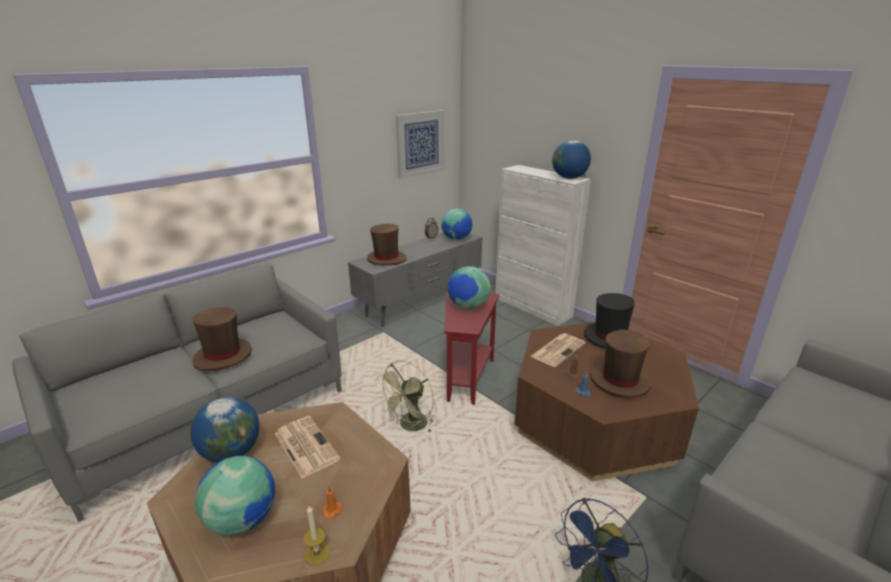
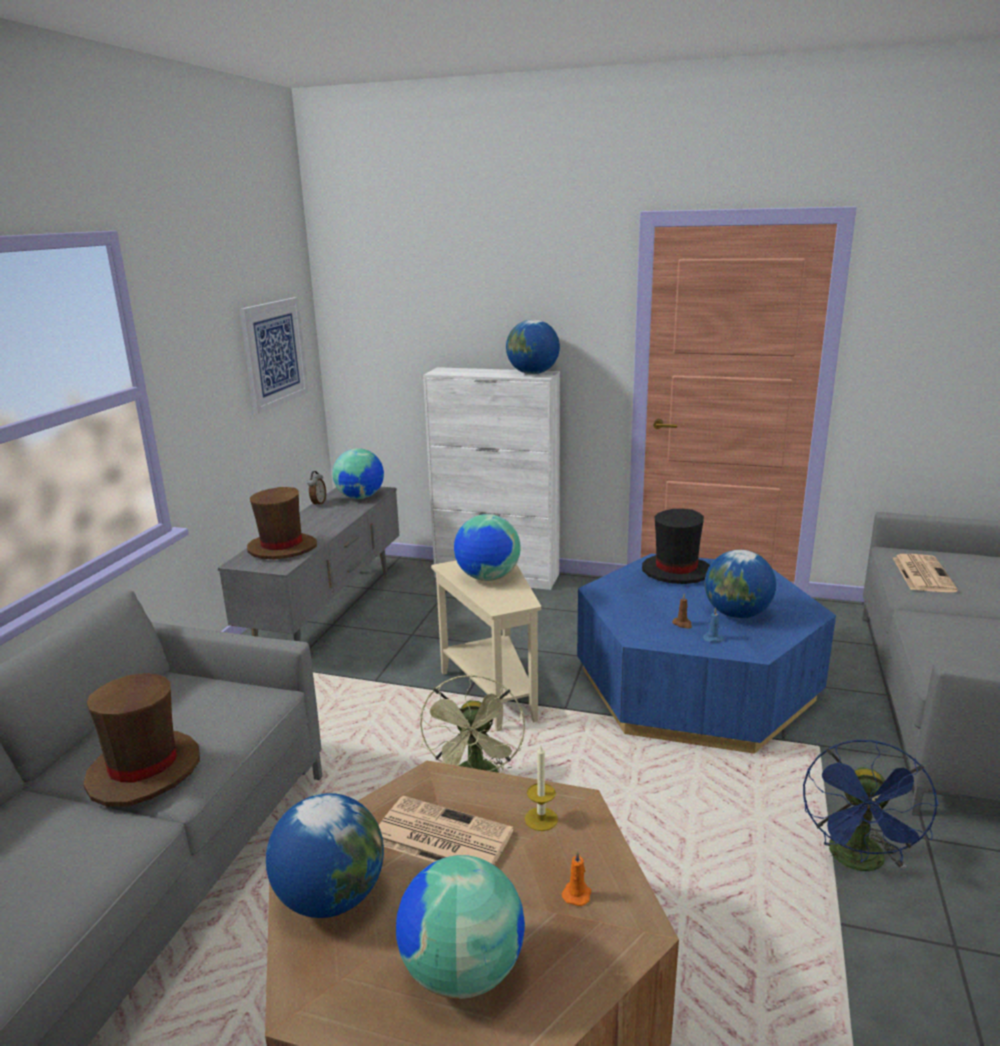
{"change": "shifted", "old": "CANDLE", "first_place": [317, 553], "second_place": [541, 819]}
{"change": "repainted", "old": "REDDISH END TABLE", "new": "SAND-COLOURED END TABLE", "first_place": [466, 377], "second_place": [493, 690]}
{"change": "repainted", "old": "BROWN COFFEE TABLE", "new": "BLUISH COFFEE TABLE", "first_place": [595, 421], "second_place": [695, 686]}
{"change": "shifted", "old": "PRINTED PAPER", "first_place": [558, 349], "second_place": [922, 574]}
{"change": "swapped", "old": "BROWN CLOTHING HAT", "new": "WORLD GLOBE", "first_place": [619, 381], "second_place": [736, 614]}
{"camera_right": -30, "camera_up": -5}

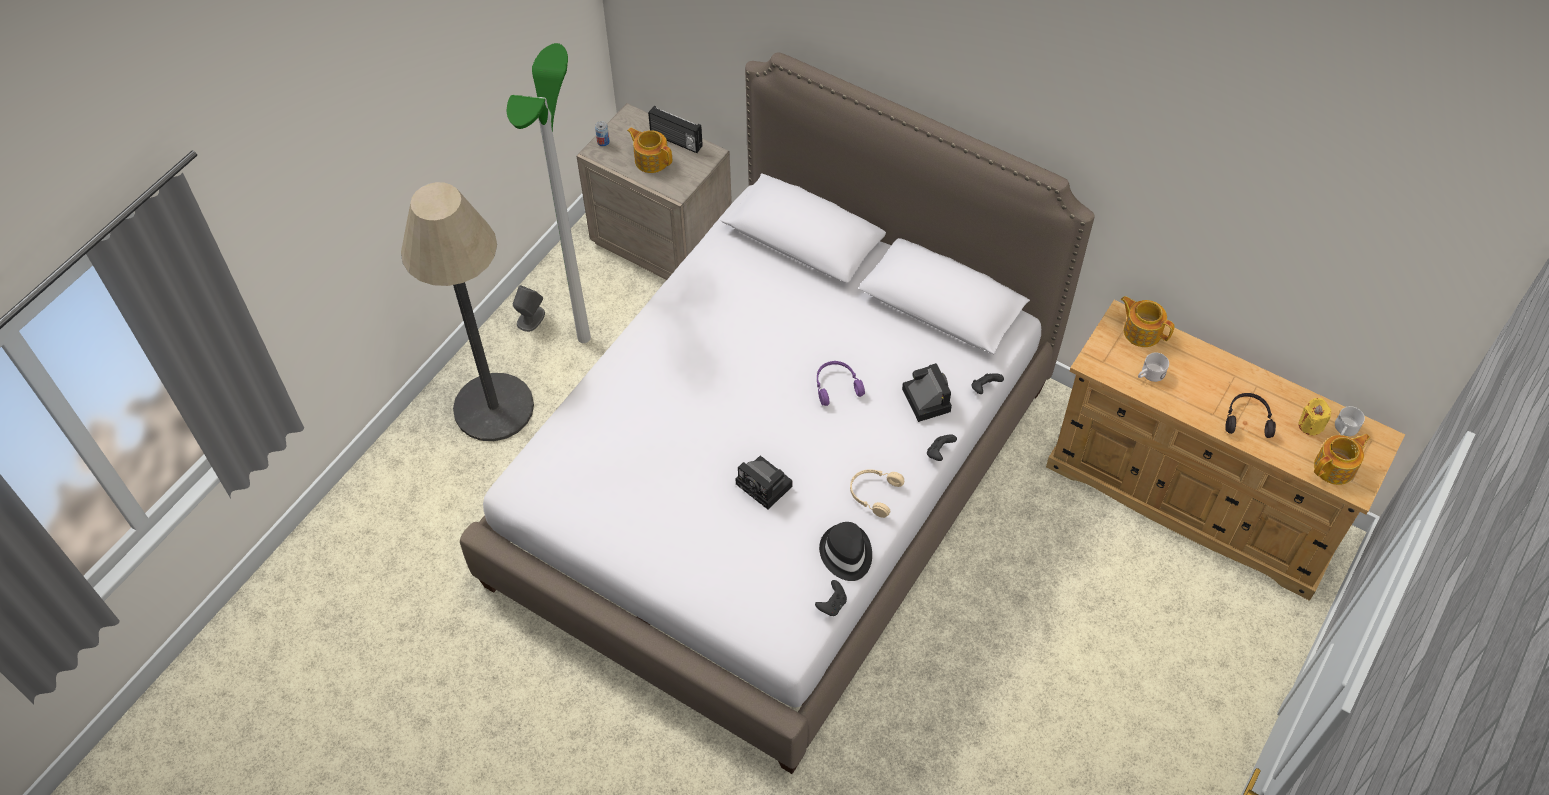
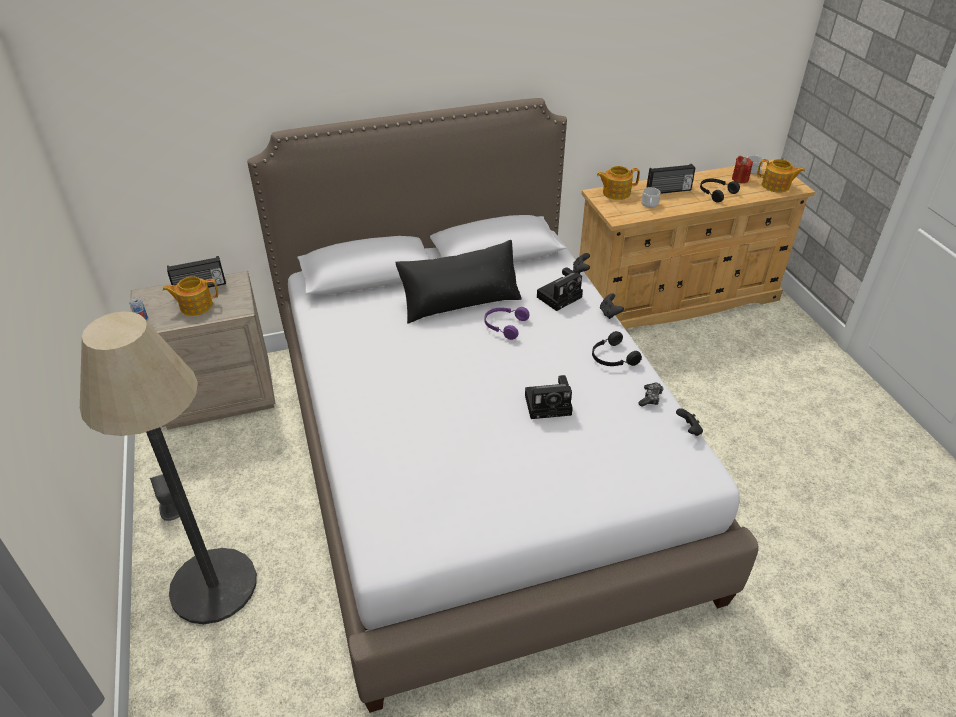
{"change": "gone", "old": "FLOOR LAMP", "first_place": [584, 338]}
{"change": "swapped", "old": "BLACKISH CLOTHING HAT", "new": "JOYPAD", "first_place": [846, 554], "second_place": [650, 398]}
{"change": "repainted", "old": "SAND-COLOURED HEADSET", "new": "BLACKISH HEADSET", "first_place": [873, 493], "second_place": [612, 358]}
{"change": "rotated", "old": "PHOTO CAMERA", "first_place": [924, 398], "second_place": [560, 296], "degrees": 120}
{"change": "repainted", "old": "YELLOWISH CANDLE", "new": "REDDISH CANDLE", "first_place": [1310, 425], "second_place": [740, 179]}
{"change": "rotated", "old": "TEAPOT", "first_place": [1335, 467], "second_place": [776, 186], "degrees": 105}
{"change": "new", "new": "BLACKISH THROW PILLOW", "second_place": [460, 302]}
{"change": "new", "new": "RADIO SET", "second_place": [668, 191]}
{"camera_right": -50, "camera_up": -15}

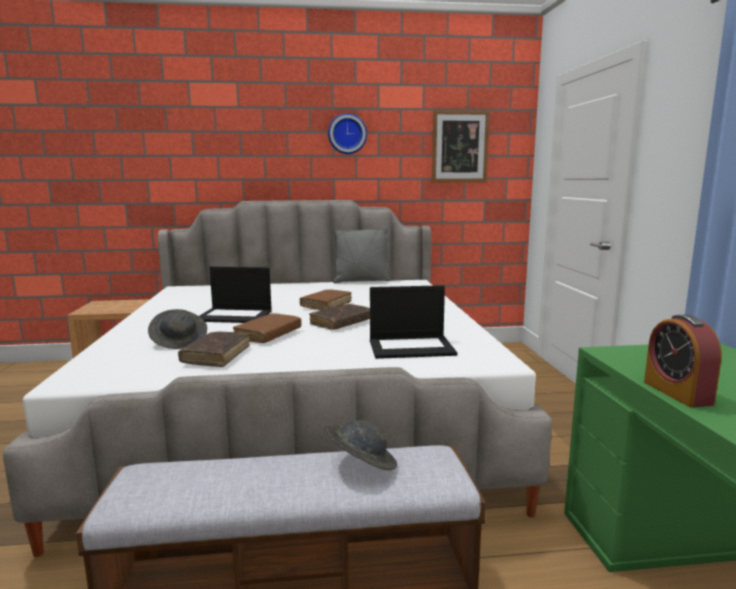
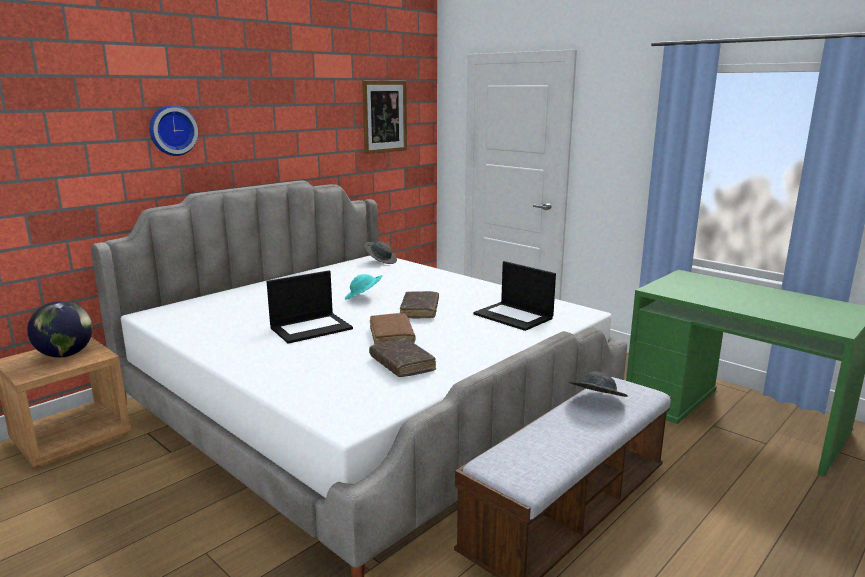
{"change": "shifted", "old": "GREYISH CLOTHING HAT", "first_place": [179, 341], "second_place": [380, 261]}
{"change": "swapped", "old": "BROWN BOOK", "new": "BLUE-GREEN CLOTHING HAT", "first_place": [326, 305], "second_place": [364, 297]}
{"change": "shifted", "old": "WALL CLOCK", "first_place": [347, 134], "second_place": [172, 130]}
{"change": "gone", "old": "GREYISH THROW PILLOW", "first_place": [361, 281]}
{"change": "rotated", "old": "PORTABLE COMPUTER", "first_place": [412, 347], "second_place": [514, 316], "degrees": 90}
{"change": "gone", "old": "BEDSIDE CLOCK", "first_place": [677, 393]}
{"change": "new", "new": "WORLD GLOBE", "second_place": [66, 354]}
{"camera_right": -40, "camera_up": 5}

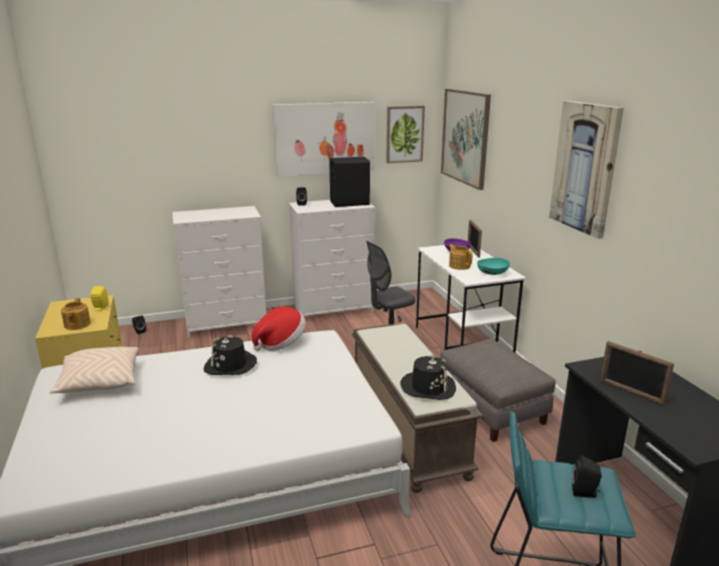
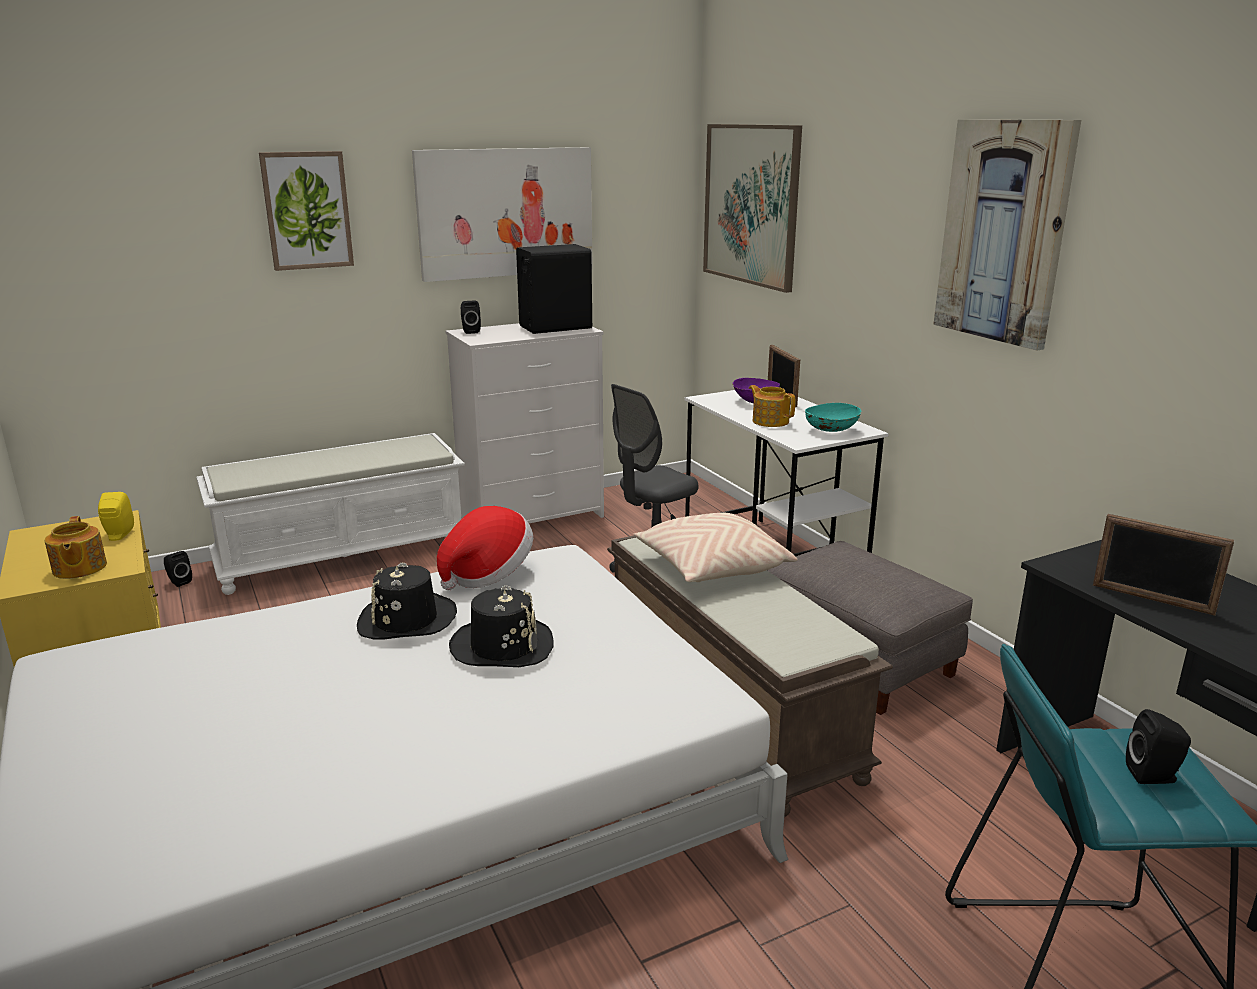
{"change": "shifted", "old": "SAND-COLOURED THROW PILLOW", "first_place": [100, 382], "second_place": [711, 568]}
{"change": "swapped", "old": "WHITISH CHEST OF DRAWERS", "new": "WHITISH LONG SEAT", "first_place": [226, 322], "second_place": [344, 554]}
{"change": "shifted", "old": "WALL ART", "first_place": [404, 134], "second_place": [307, 210]}
{"change": "shifted", "old": "BLACKISH CLOTHING HAT", "first_place": [428, 387], "second_place": [502, 646]}
{"camera_right": -10, "camera_up": 0}

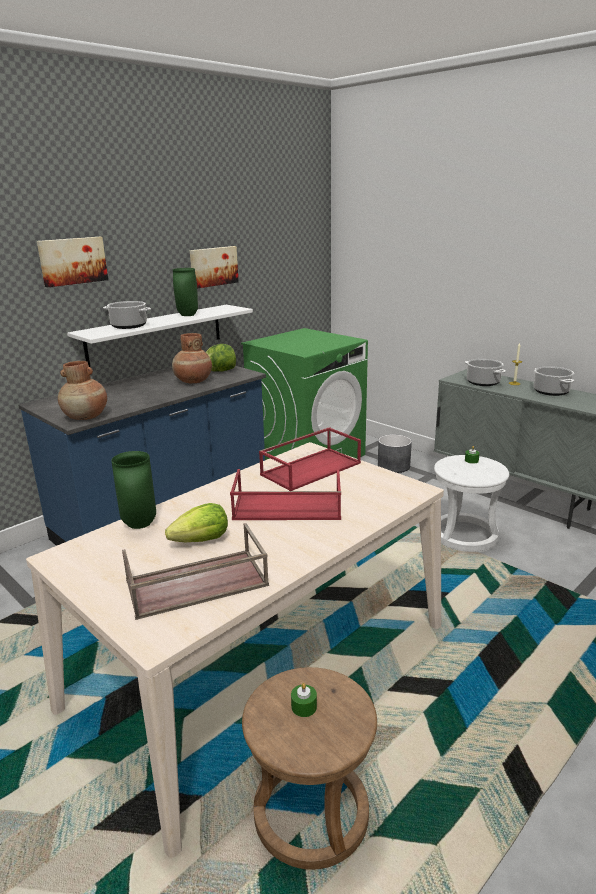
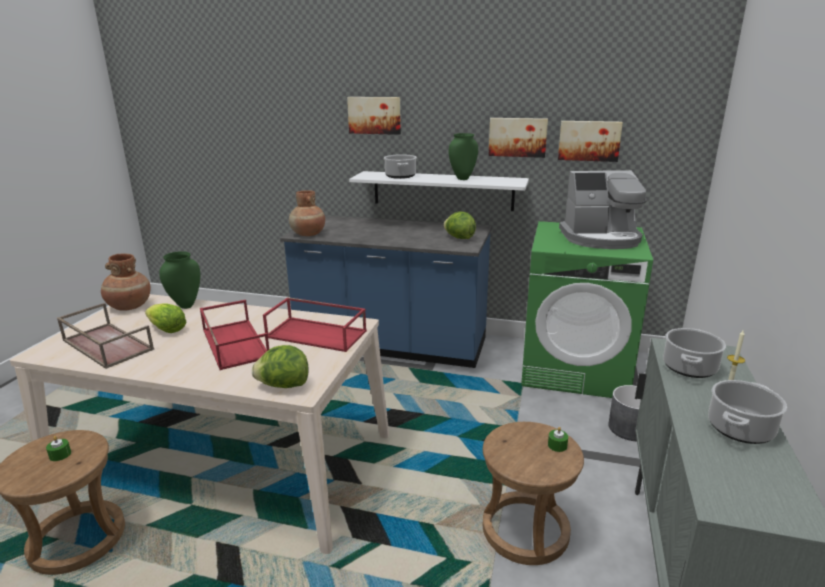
{"change": "shifted", "old": "BROWN FLOWER VASE", "first_place": [193, 381], "second_place": [129, 306]}
{"change": "repainted", "old": "WHITISH STOOL SEAT", "new": "BROWN STOOL SEAT", "first_place": [464, 535], "second_place": [525, 530]}
{"change": "new", "new": "LETTUCE", "second_place": [283, 385]}
{"change": "new", "new": "WALL ART", "second_place": [589, 140]}
{"change": "new", "new": "COFFEE BREWER", "second_place": [601, 238]}
{"camera_right": 60, "camera_up": 0}

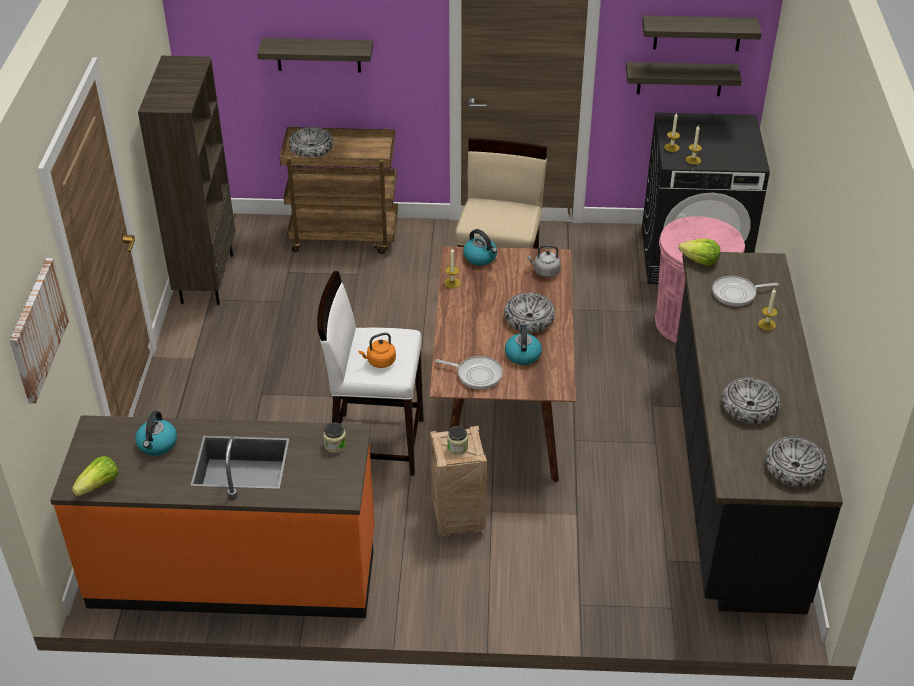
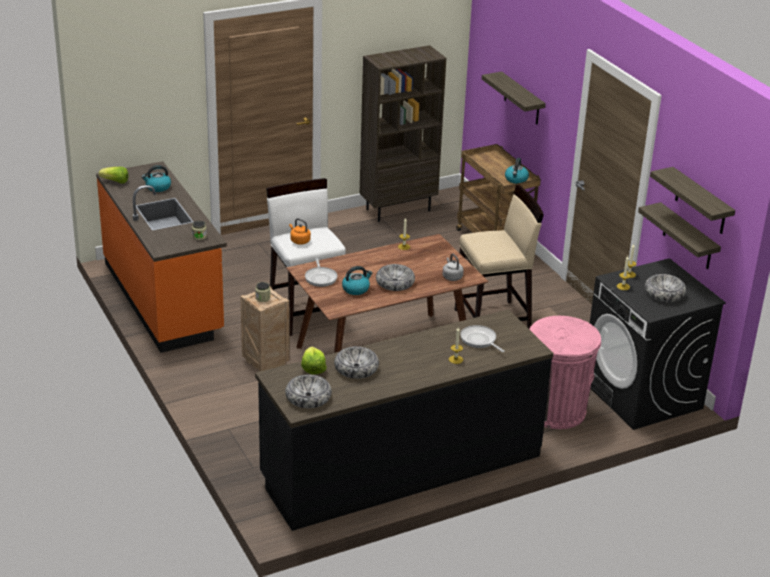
{"change": "gone", "old": "WALL ART", "first_place": [37, 329]}
{"change": "shifted", "old": "SERVING BOWL", "first_place": [311, 148], "second_place": [664, 293]}
{"change": "shifted", "old": "TEA KETTLE", "first_place": [480, 257], "second_place": [516, 179]}
{"change": "shifted", "old": "LETTUCE", "first_place": [700, 261], "second_place": [313, 368]}
{"camera_right": 60, "camera_up": -10}

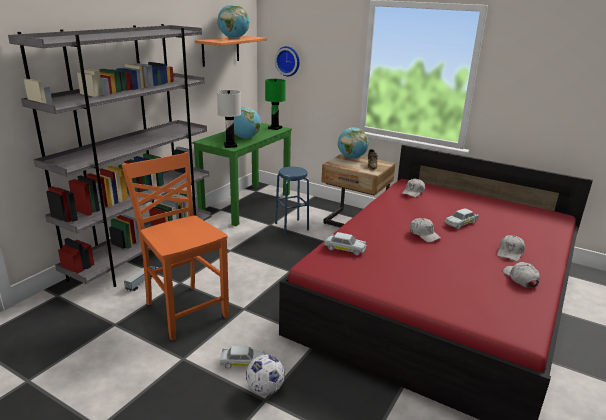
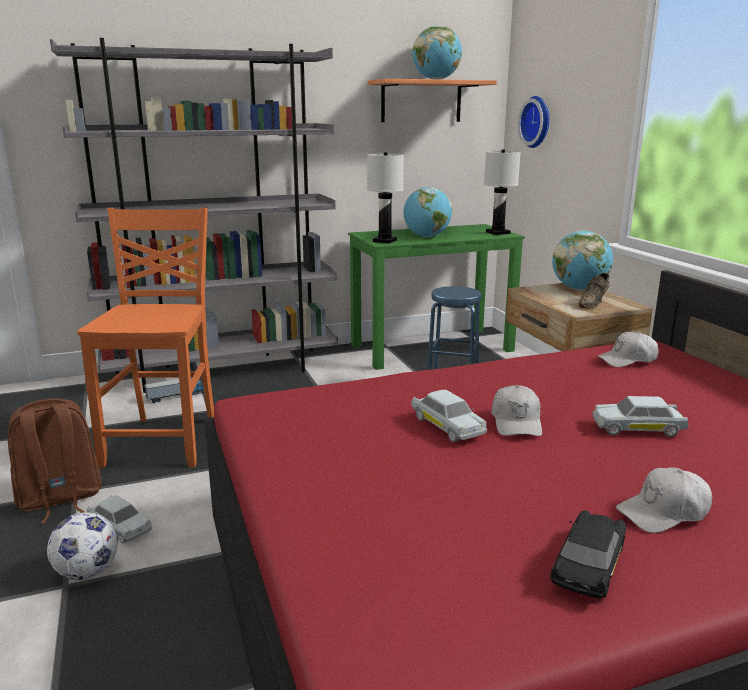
{"change": "repainted", "old": "GREENISH TABLE LAMP", "new": "WHITISH TABLE LAMP", "first_place": [275, 128], "second_place": [498, 233]}
{"change": "shifted", "old": "WHITISH MODEL CAR", "first_place": [344, 249], "second_place": [447, 425]}
{"change": "swapped", "old": "WHITISH BASEBALL CAP", "new": "BLACKISH MODEL CAR", "first_place": [520, 278], "second_place": [588, 566]}
{"change": "new", "new": "BROWN RUCKSACK", "second_place": [59, 500]}
{"camera_right": 40, "camera_up": -5}

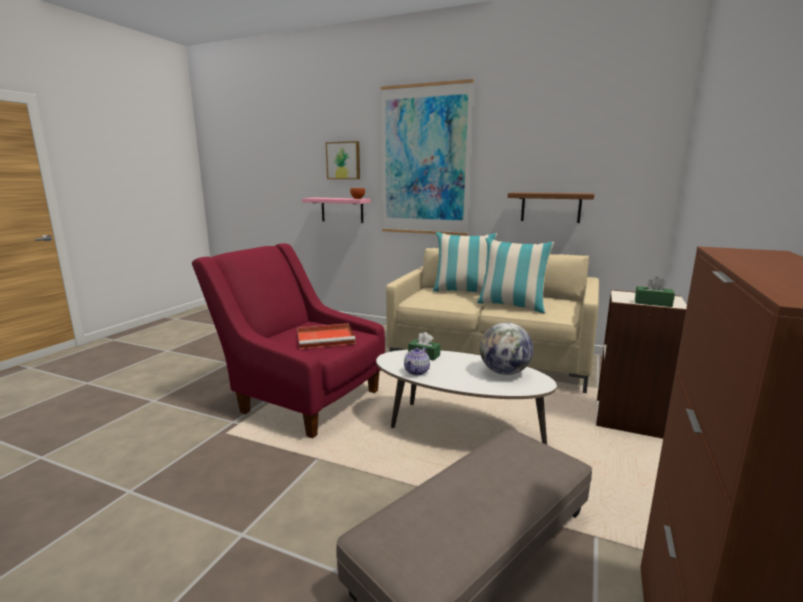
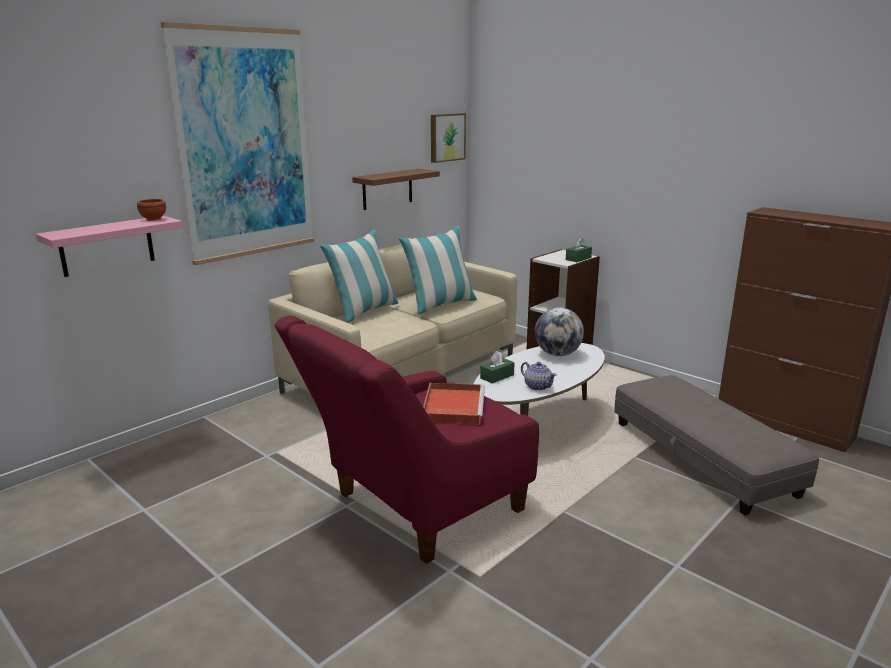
{"change": "shifted", "old": "WALL ART", "first_place": [343, 160], "second_place": [446, 137]}
{"camera_right": -70, "camera_up": 5}

